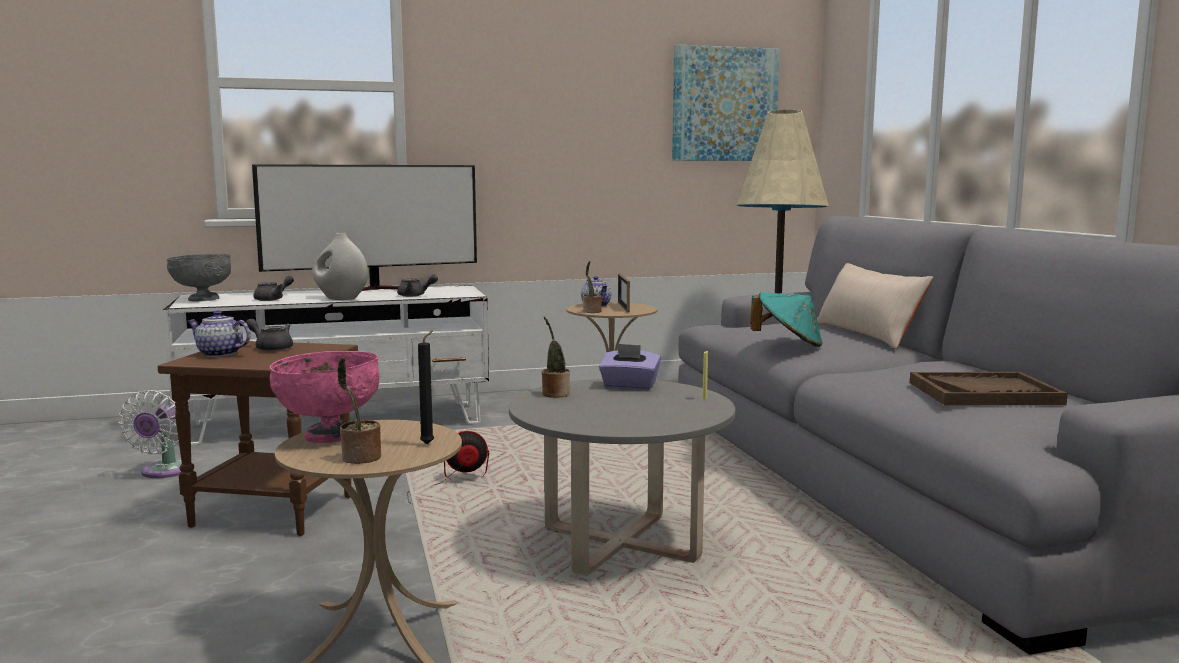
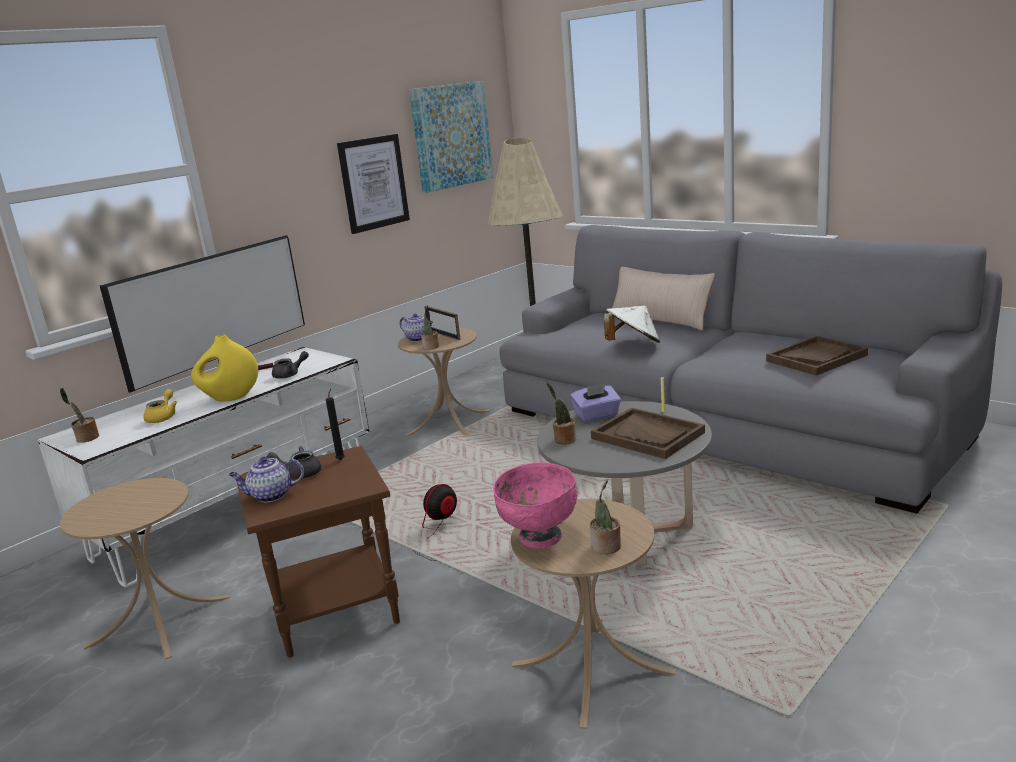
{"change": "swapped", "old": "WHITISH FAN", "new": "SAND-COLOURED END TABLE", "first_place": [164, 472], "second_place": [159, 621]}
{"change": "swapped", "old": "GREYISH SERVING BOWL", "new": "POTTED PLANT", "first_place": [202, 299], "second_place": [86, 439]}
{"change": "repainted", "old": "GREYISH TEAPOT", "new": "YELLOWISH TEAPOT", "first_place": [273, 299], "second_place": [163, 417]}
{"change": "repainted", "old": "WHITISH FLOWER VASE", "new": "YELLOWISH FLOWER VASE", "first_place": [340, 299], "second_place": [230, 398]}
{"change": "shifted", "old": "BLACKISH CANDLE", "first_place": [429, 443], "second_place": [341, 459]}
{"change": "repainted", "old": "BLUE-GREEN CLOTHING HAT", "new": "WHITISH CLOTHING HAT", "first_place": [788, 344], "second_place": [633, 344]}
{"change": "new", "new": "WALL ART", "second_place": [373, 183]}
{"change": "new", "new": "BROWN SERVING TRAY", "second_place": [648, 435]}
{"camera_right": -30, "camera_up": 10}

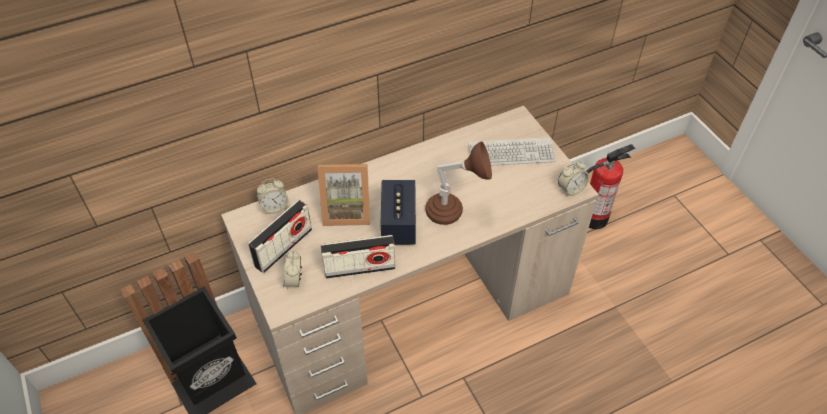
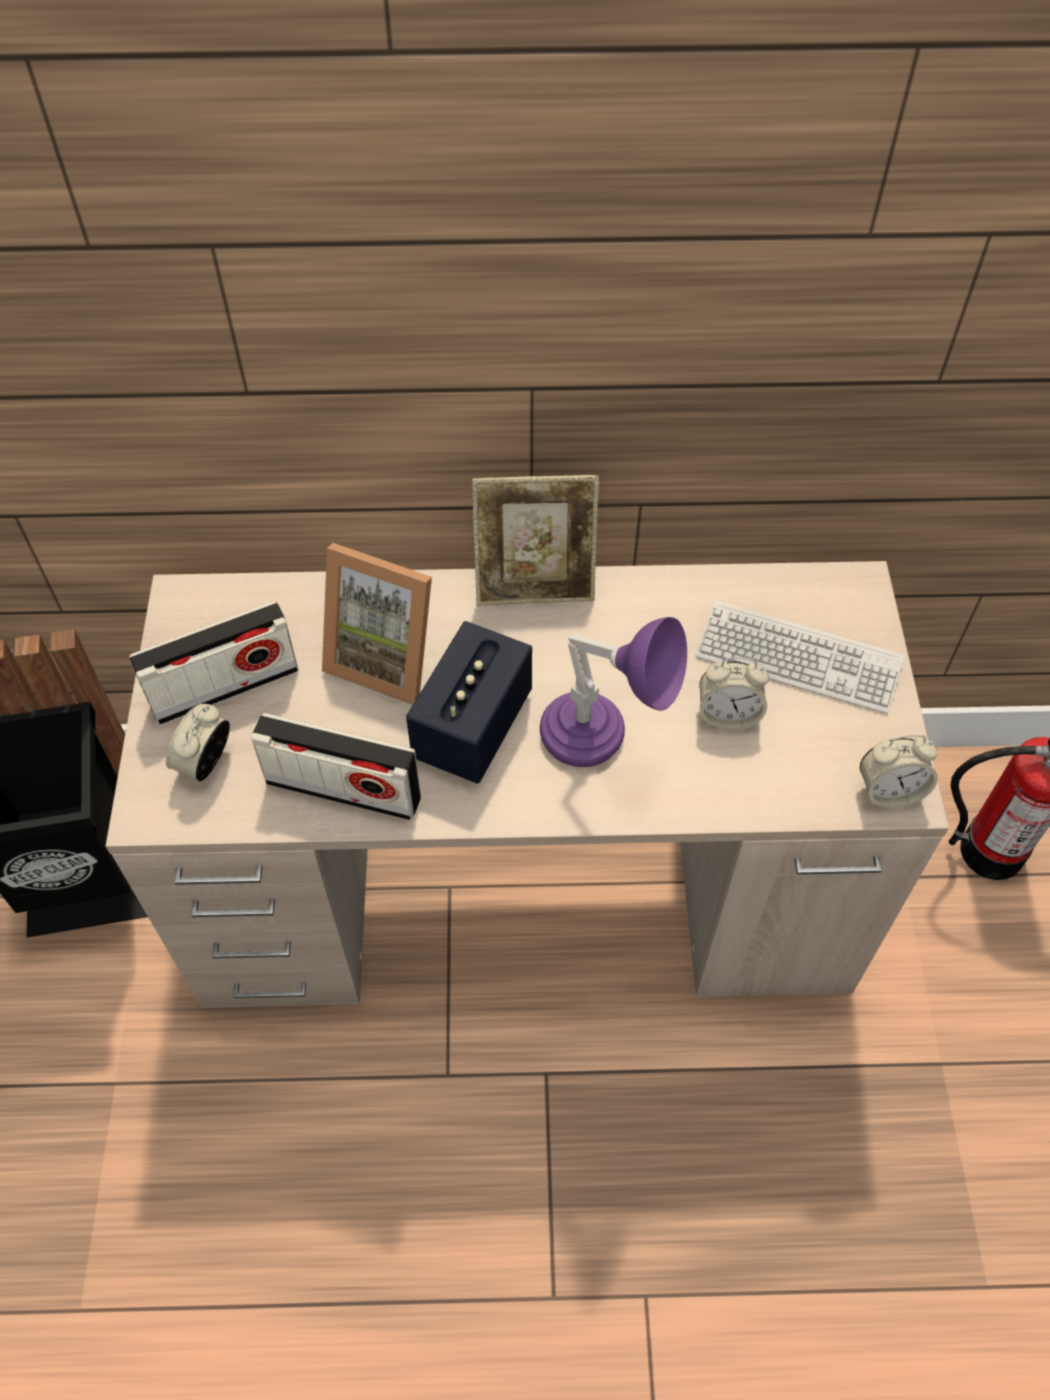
{"change": "shifted", "old": "BEDSIDE CLOCK", "first_place": [274, 207], "second_place": [727, 715]}
{"change": "repainted", "old": "BROWN TABLE LAMP", "new": "PURPLE-COLOURED TABLE LAMP", "first_place": [455, 213], "second_place": [602, 747]}
{"change": "new", "new": "STANDING FRAME", "second_place": [535, 585]}
{"camera_right": 25, "camera_up": 5}

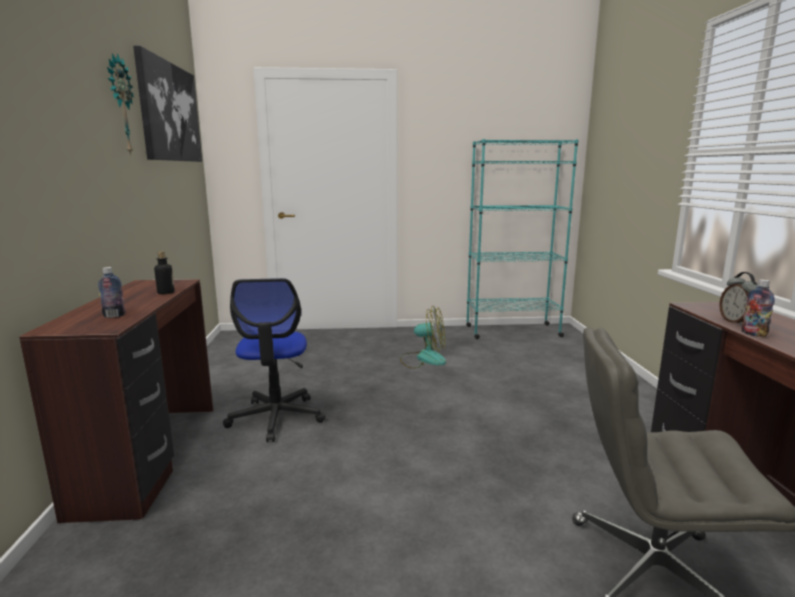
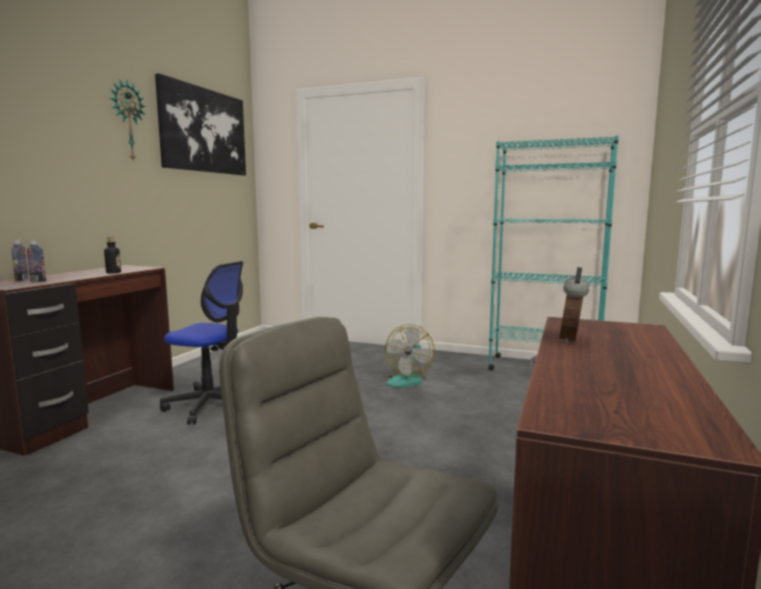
{"change": "rotated", "old": "COMPUTER CHAIR", "first_place": [276, 418], "second_place": [211, 405], "degrees": -90}
{"change": "rotated", "old": "FAN", "first_place": [423, 359], "second_place": [407, 380], "degrees": 75}
{"change": "shifted", "old": "DRINK BOTTLE", "first_place": [753, 334], "second_place": [21, 280]}
{"camera_right": 25, "camera_up": -5}

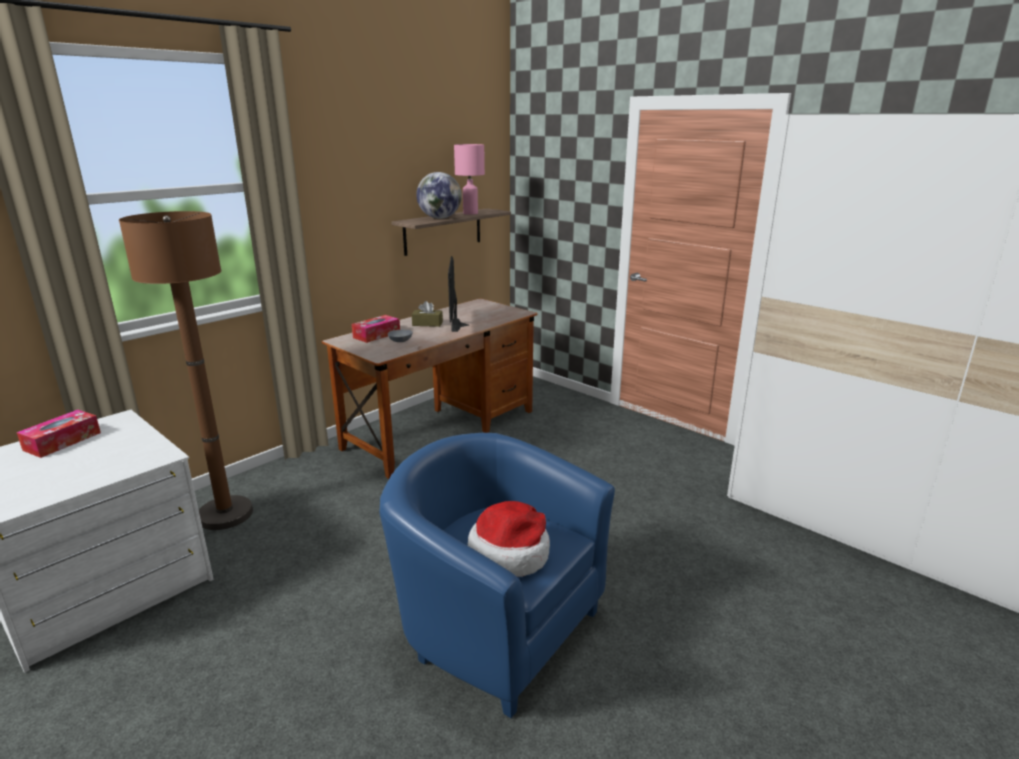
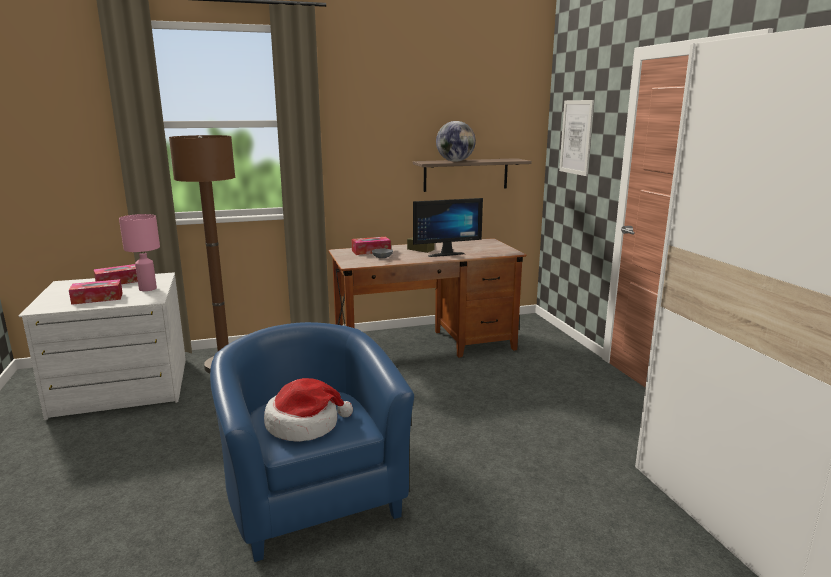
{"change": "rotated", "old": "COMPUTER SCREEN", "first_place": [460, 325], "second_place": [445, 253], "degrees": -135}
{"change": "shifted", "old": "PINK TABLE LAMP", "first_place": [471, 213], "second_place": [147, 289]}
{"change": "new", "new": "TISSUE HOLDER", "second_place": [97, 298]}
{"change": "new", "new": "WALL ART", "second_place": [576, 137]}
{"camera_right": 30, "camera_up": -5}

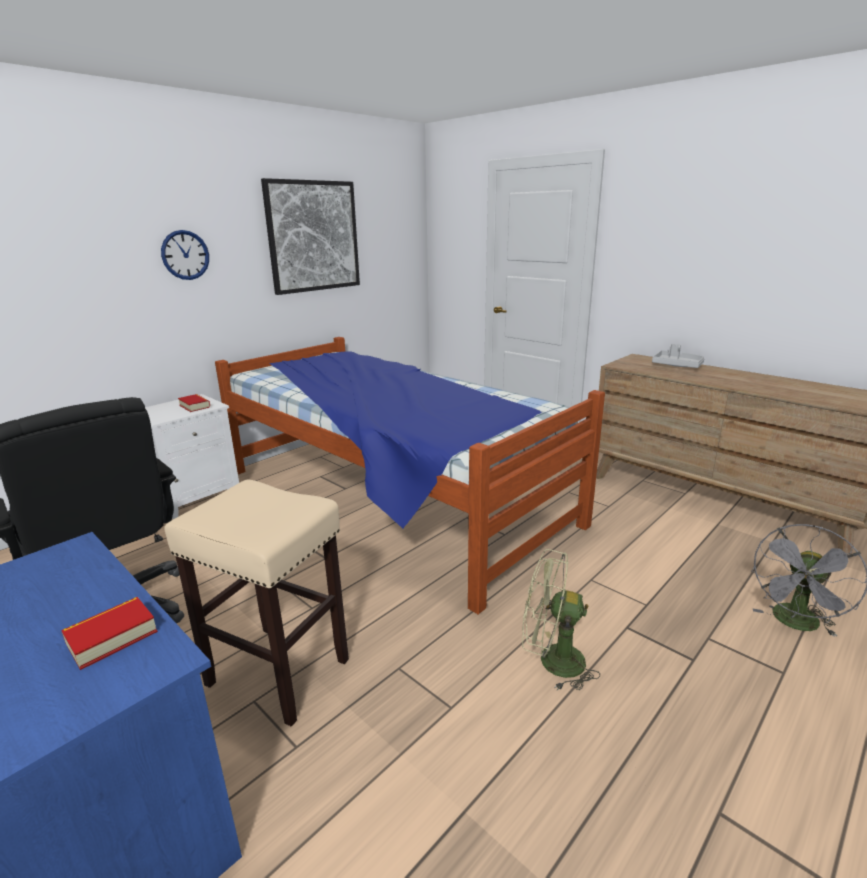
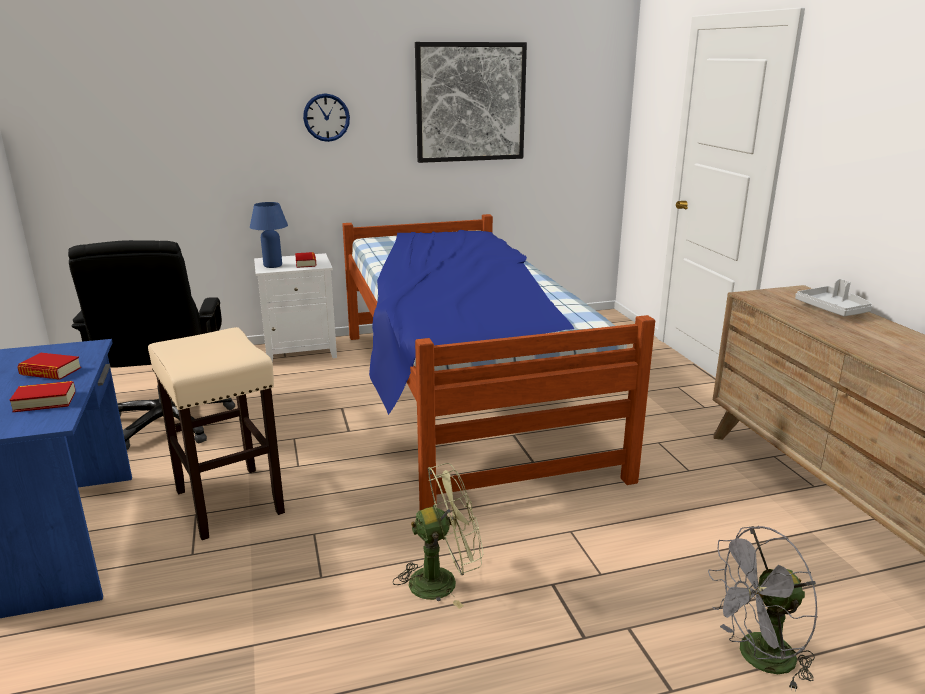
{"change": "rotated", "old": "GREENISH FAN", "first_place": [551, 661], "second_place": [443, 580], "degrees": 120}
{"change": "new", "new": "BOOK", "second_place": [50, 371]}
{"change": "new", "new": "BLUISH TABLE LAMP", "second_place": [273, 265]}
{"camera_right": 30, "camera_up": 0}

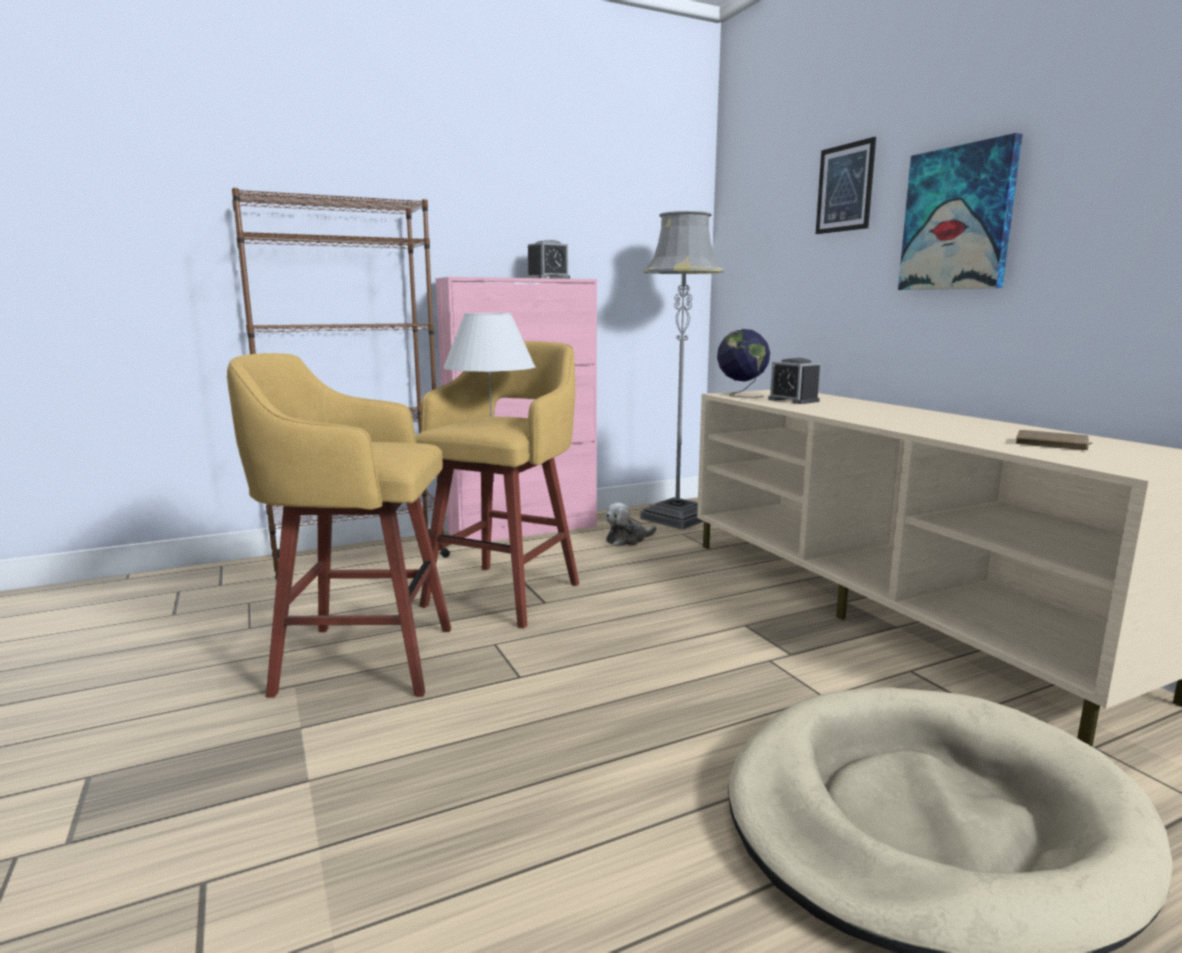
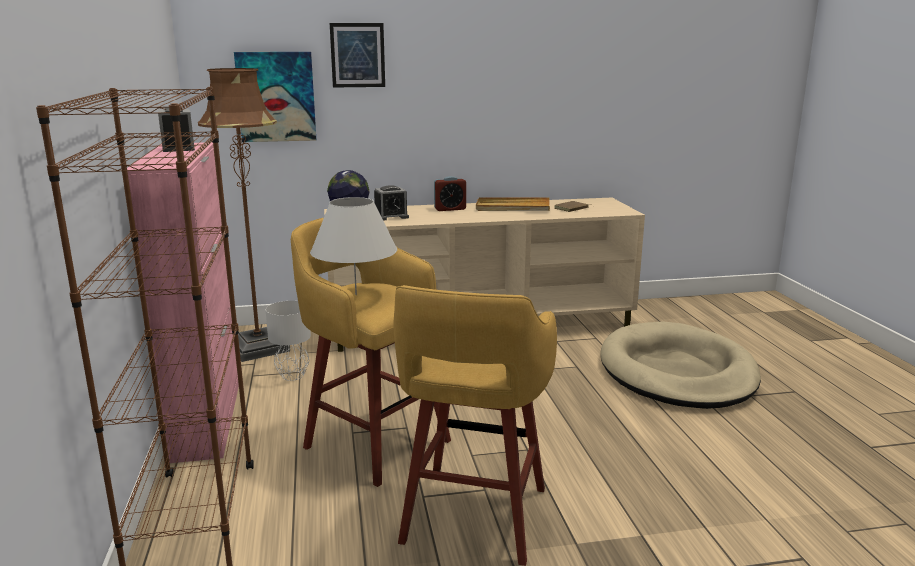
{"change": "swapped", "old": "SOFT TOY", "new": "GREYISH TABLE LAMP", "first_place": [627, 540], "second_place": [292, 375]}
{"change": "repainted", "old": "GREYISH FLOOR LAMP", "new": "BROWN FLOOR LAMP", "first_place": [676, 518], "second_place": [259, 348]}
{"change": "shifted", "old": "WALL ART", "first_place": [958, 219], "second_place": [276, 96]}
{"change": "new", "new": "BEDSIDE CLOCK", "second_place": [450, 209]}
{"change": "new", "new": "SAND-COLOURED SERVING TRAY", "second_place": [512, 207]}
{"camera_right": -75, "camera_up": 5}

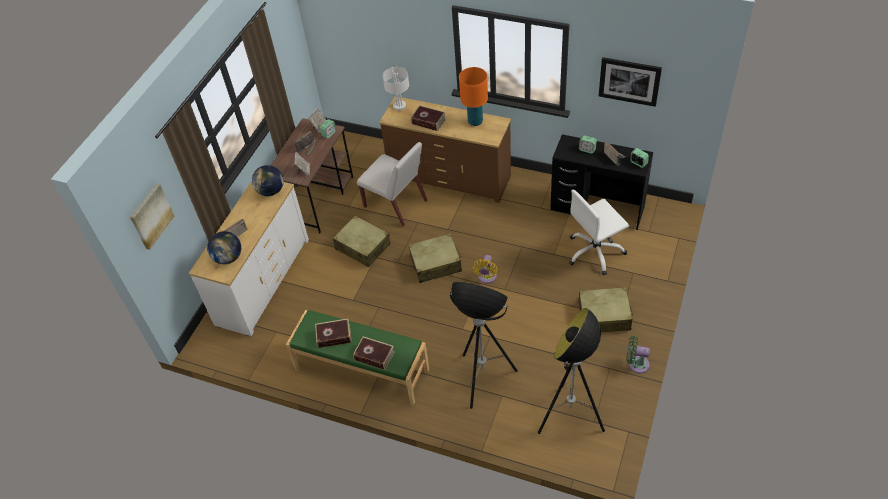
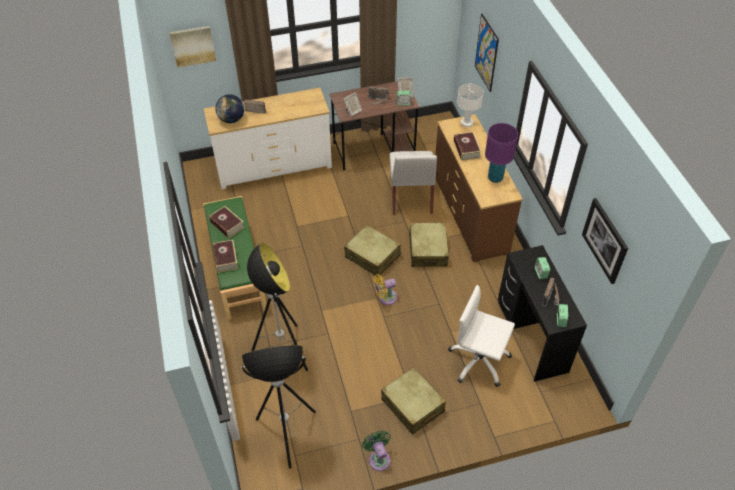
{"change": "gone", "old": "WORLD GLOBE", "first_place": [271, 191]}
{"change": "shifted", "old": "SAND-COLOURED PIECE OF LUGGAGE", "first_place": [362, 247], "second_place": [428, 250]}
{"change": "repainted", "old": "ORANGE TABLE LAMP", "new": "PURPLE-COLOURED TABLE LAMP", "first_place": [475, 121], "second_place": [495, 178]}
{"change": "new", "new": "WALL ART", "second_place": [486, 53]}
{"camera_right": 50, "camera_up": 0}

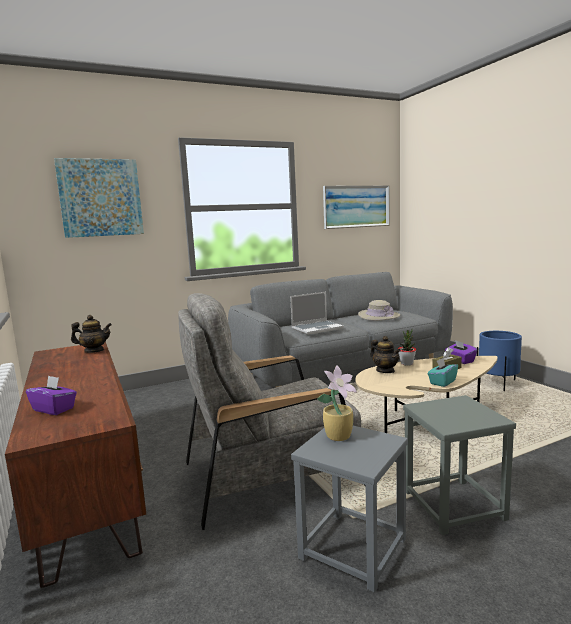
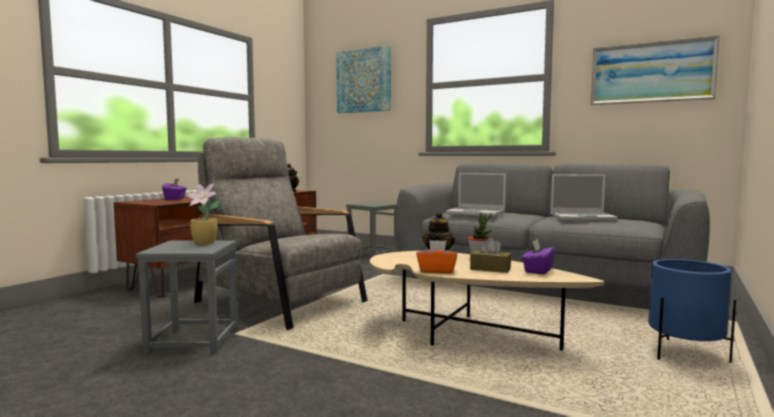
{"change": "swapped", "old": "SAND-COLOURED CLOTHING HAT", "new": "PORTABLE COMPUTER", "first_place": [378, 316], "second_place": [582, 218]}
{"change": "shifted", "old": "GREYISH STOOL SEAT", "first_place": [454, 506], "second_place": [372, 254]}
{"change": "repainted", "old": "BLUE-GREEN TISSUE HOLDER", "new": "ORANGE TISSUE HOLDER", "first_place": [442, 382], "second_place": [437, 271]}
{"camera_right": 55, "camera_up": -5}

